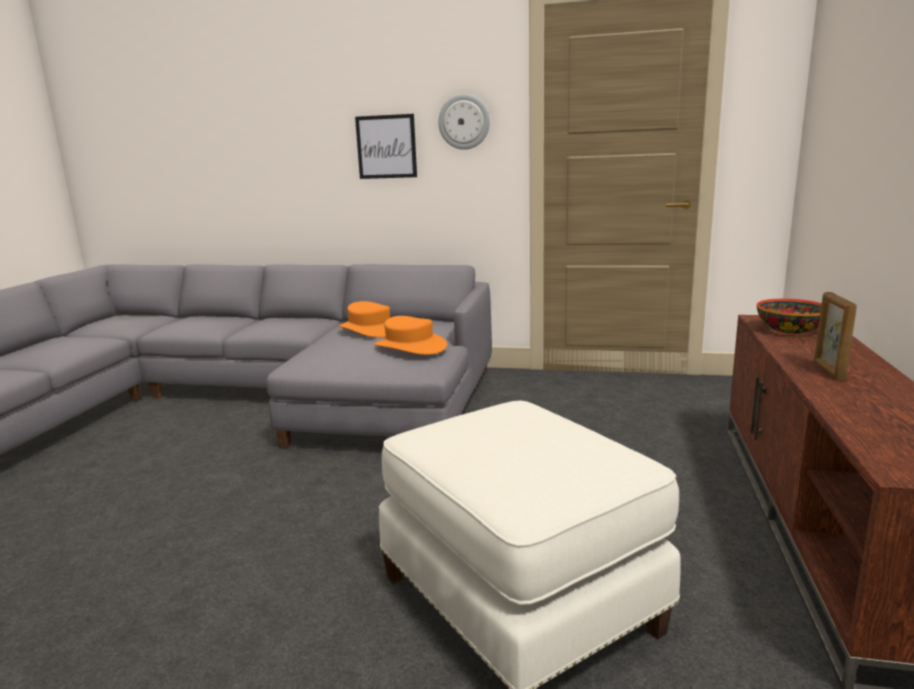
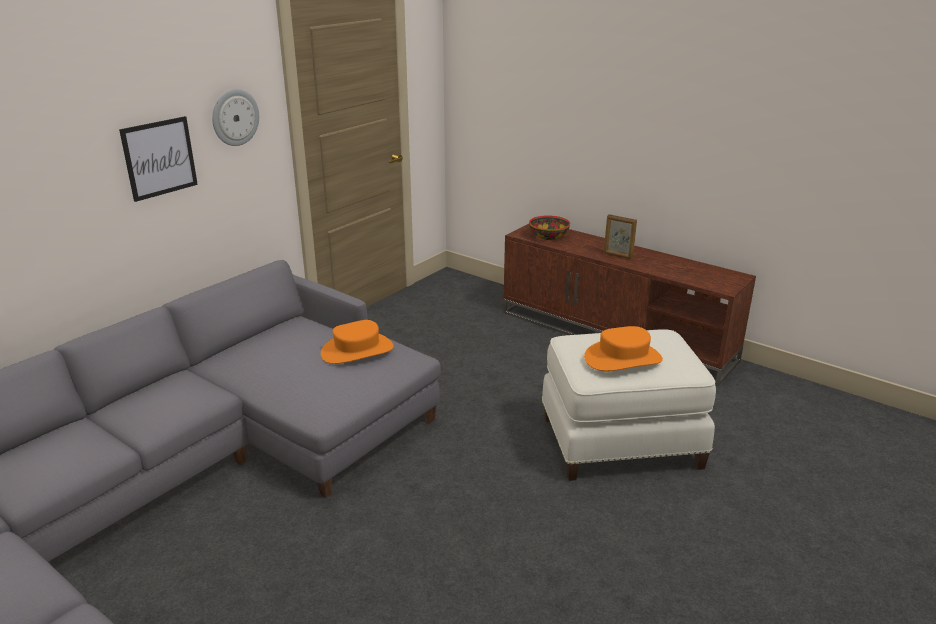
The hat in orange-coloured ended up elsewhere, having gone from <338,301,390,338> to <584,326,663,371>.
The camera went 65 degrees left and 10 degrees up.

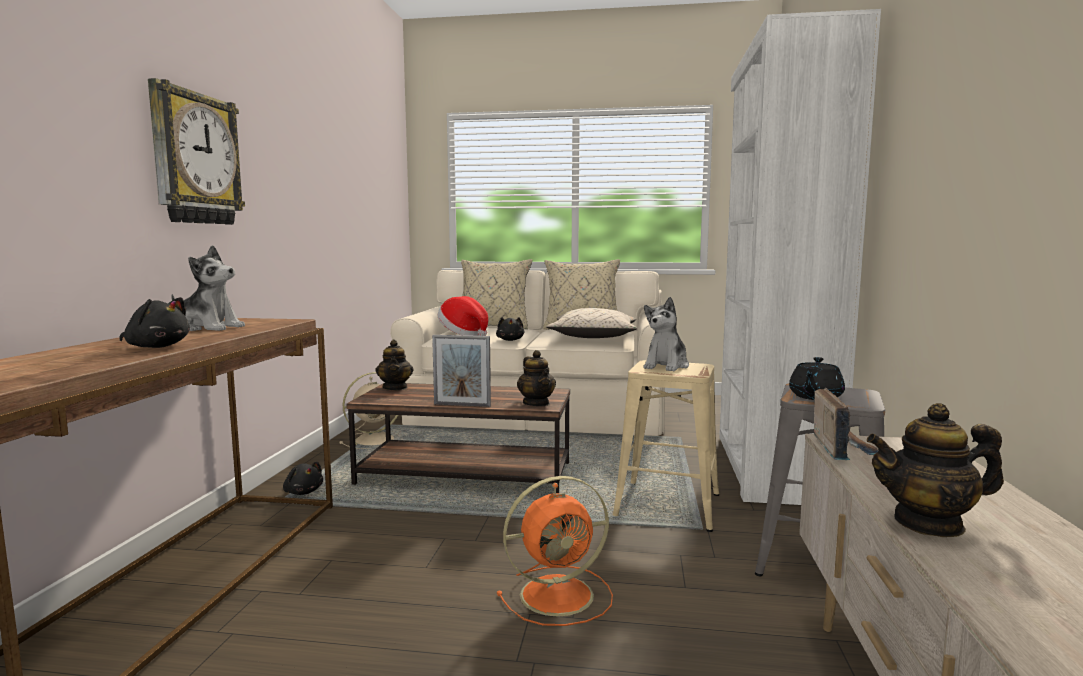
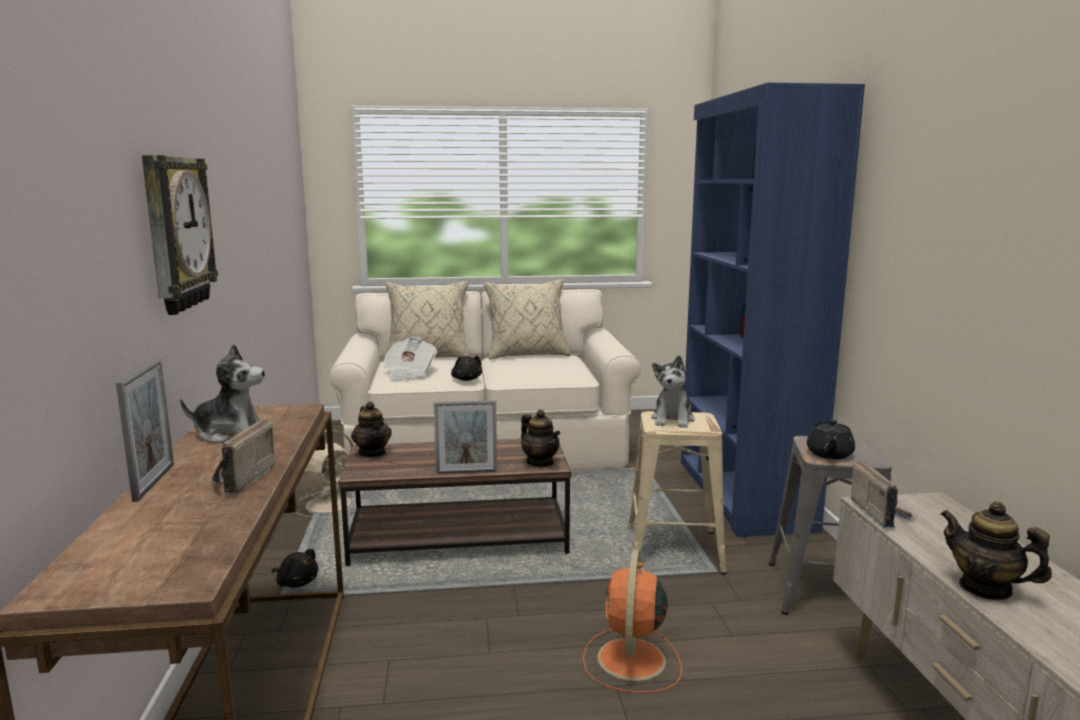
The second view gained the picture frame at <116,359,174,502>.
Where the plush toy in black-coloured stood at <120,297,190,348>, the radio set came to stand at <212,419,276,496>.
Where the hat stood at <438,296,488,336>, the daily paper came to stand at <383,337,437,381>.
The electric fan in orange-coloured at <497,476,613,626> ended up facing another way, 135 degrees clockwise from before.
What was the bookcase in whitish at <719,9,881,505> turned into the bookcase in blue at <681,83,865,537>.
The pot for tea at <867,403,1004,537> ended up facing another way, 60 degrees clockwise from before.
The second view lost the cushion in beige-coloured at <546,308,637,338>.
The camera went 15 degrees left and 5 degrees up.

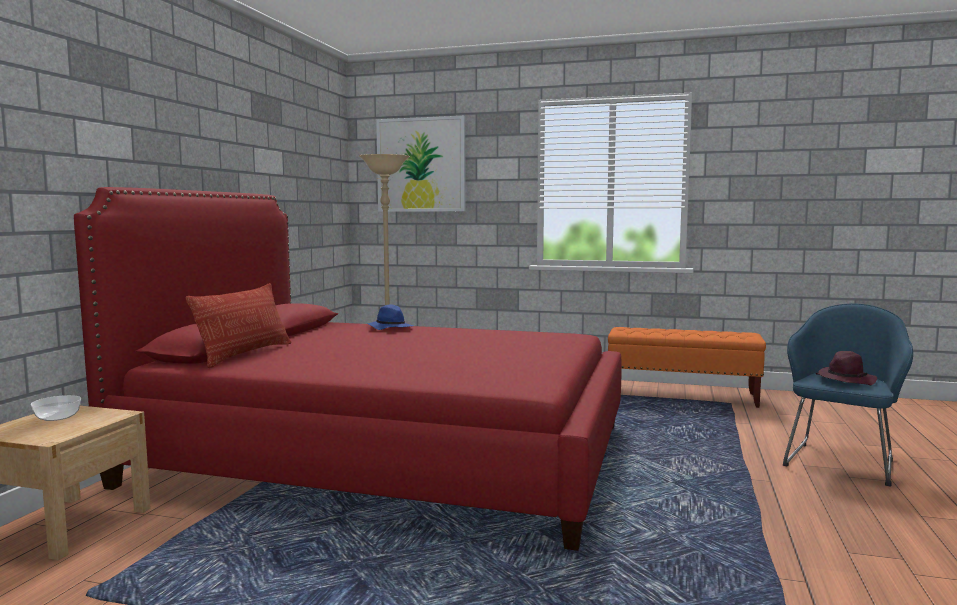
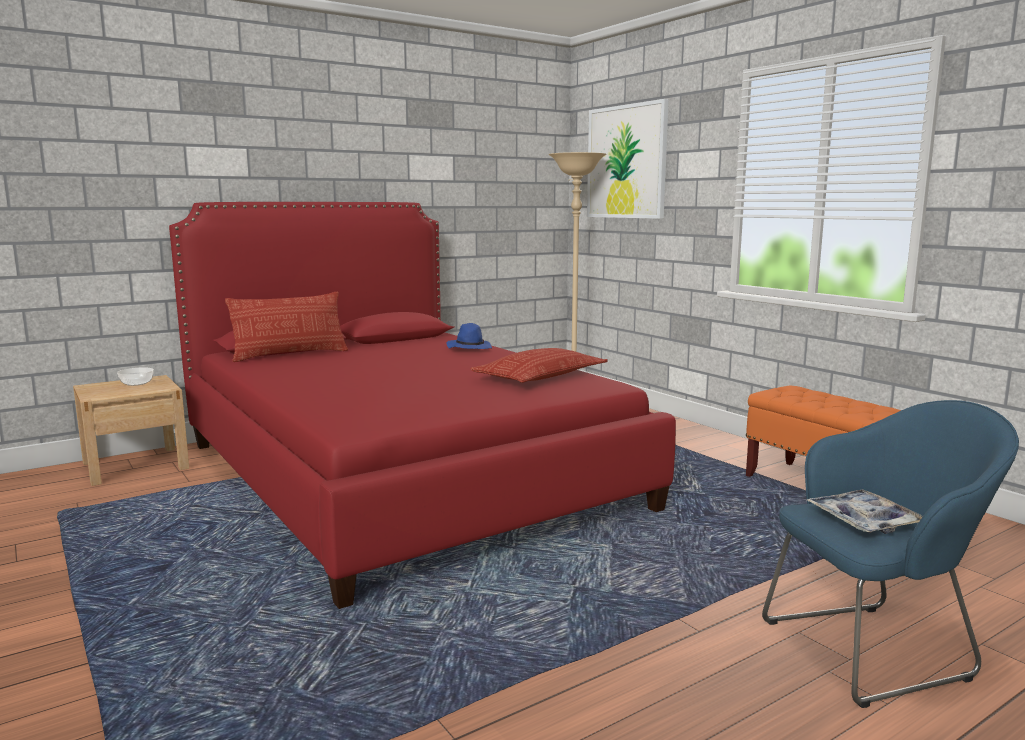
The second view gained the cushion at <470,348,608,383>.
Where the hat in purple-coloured stood at <816,351,877,385>, the tray came to stand at <807,490,923,534>.
The camera went 40 degrees right and 5 degrees up.

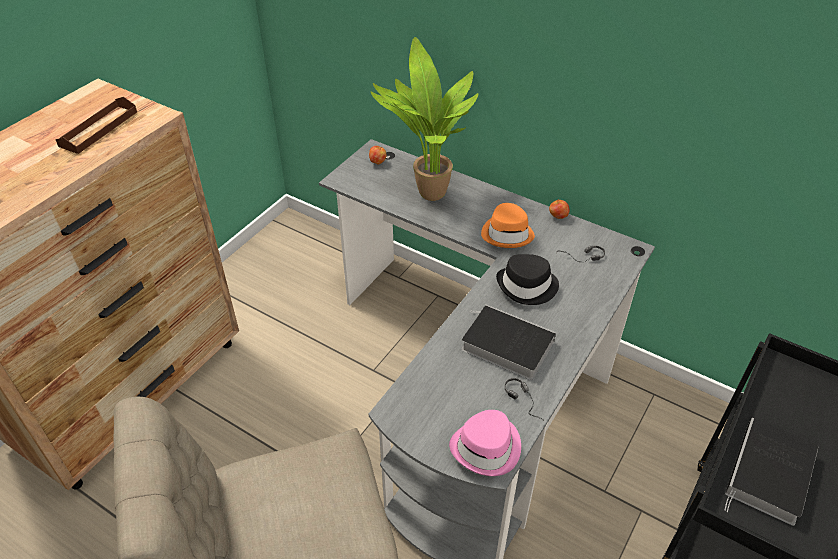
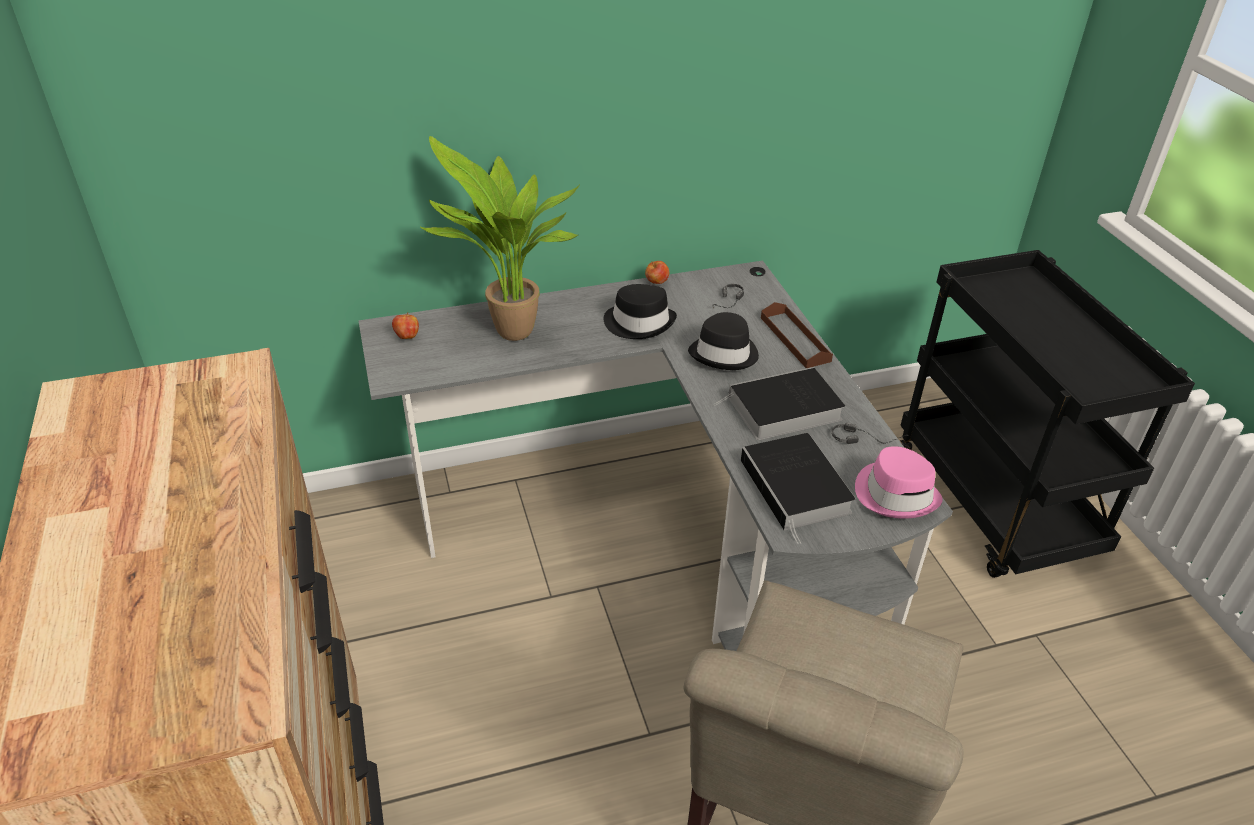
What was the hat in orange-coloured at <481,203,535,248> turned into the hat in black-coloured at <604,284,677,339>.
The volume ended up elsewhere, having gone from <724,418,818,526> to <741,433,855,544>.
The tray in brown ended up elsewhere, having gone from <55,97,137,154> to <761,302,833,368>.
The camera went 50 degrees left and 5 degrees down.

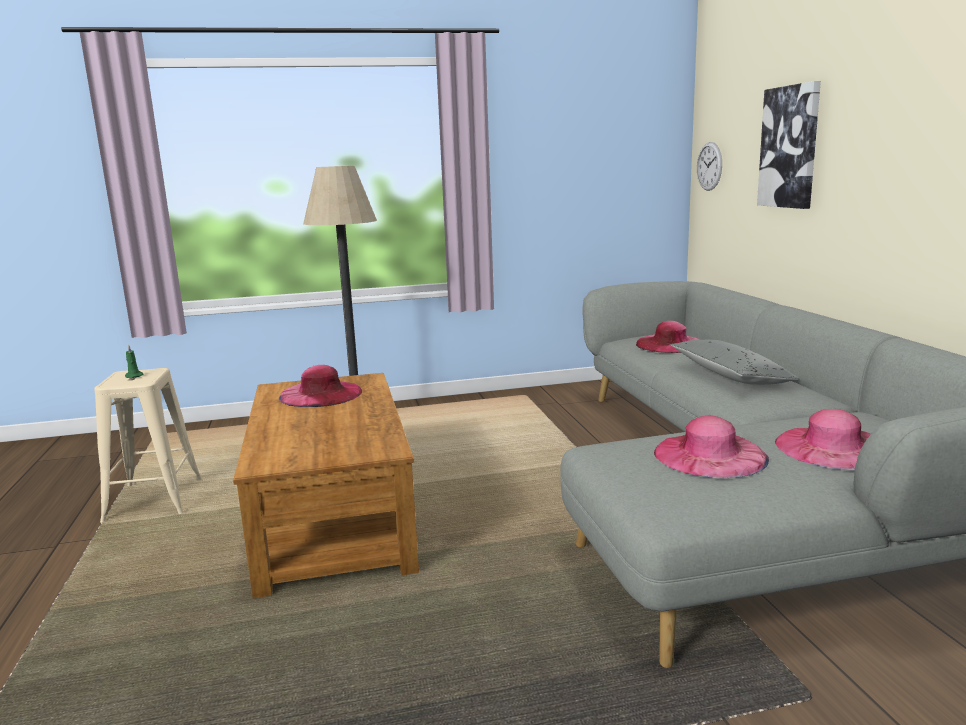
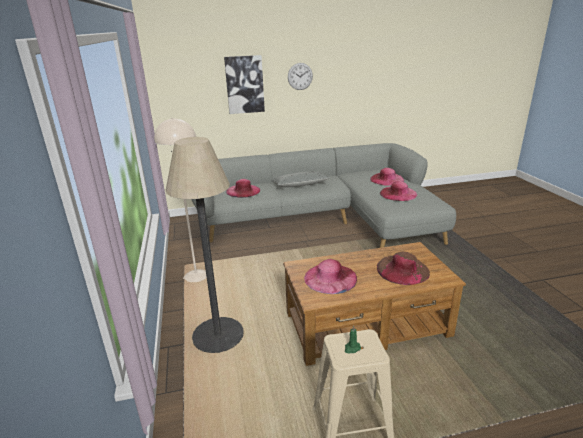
The second view gained the standard lamp in beige-coloured at <154,118,207,282>.
The hanging clock ended up elsewhere, having gone from <697,142,722,191> to <288,63,313,90>.
The second view gained the hat in brown at <377,252,430,285>.
The camera went 90 degrees left and 10 degrees up.

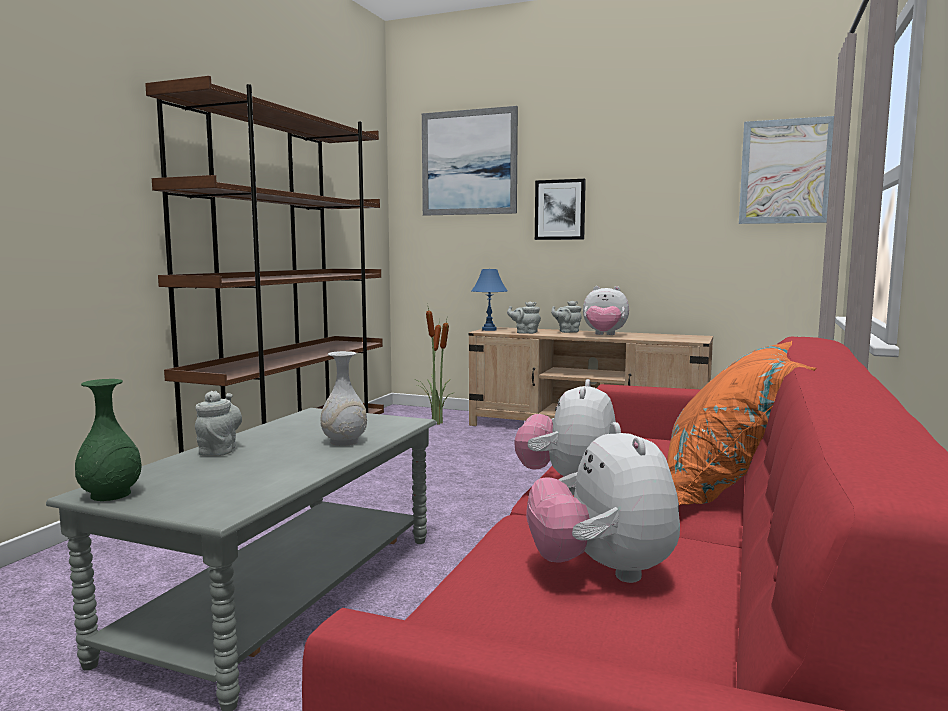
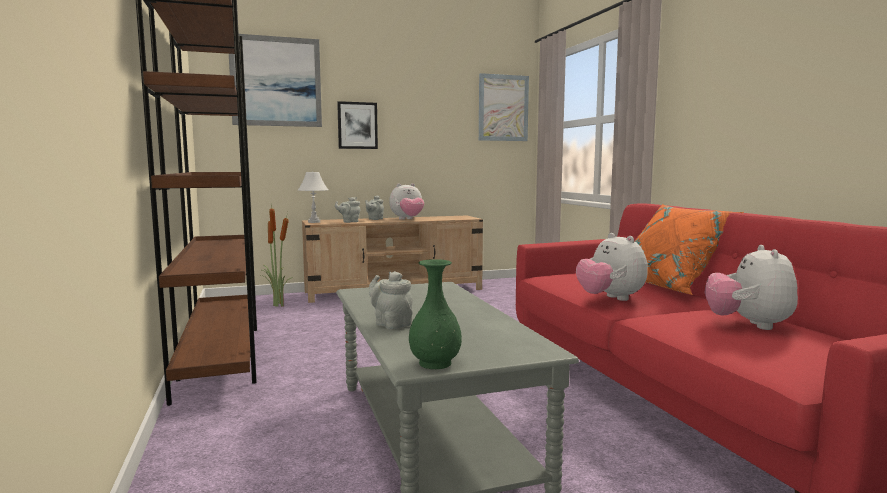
What was the lamp for a table in blue at <471,269,508,331> turned into the lamp for a table in whitish at <298,172,328,223>.
The plush toy at <526,422,680,583> ended up facing another way, 60 degrees clockwise from before.
The second view lost the decorative vase in whitish at <321,351,367,446>.
The camera went 40 degrees left and 0 degrees up.

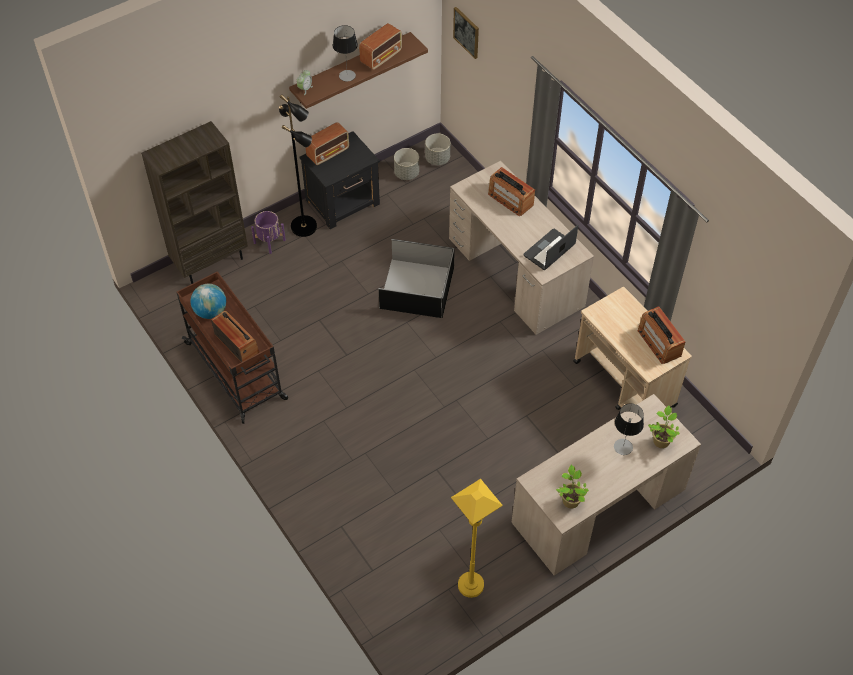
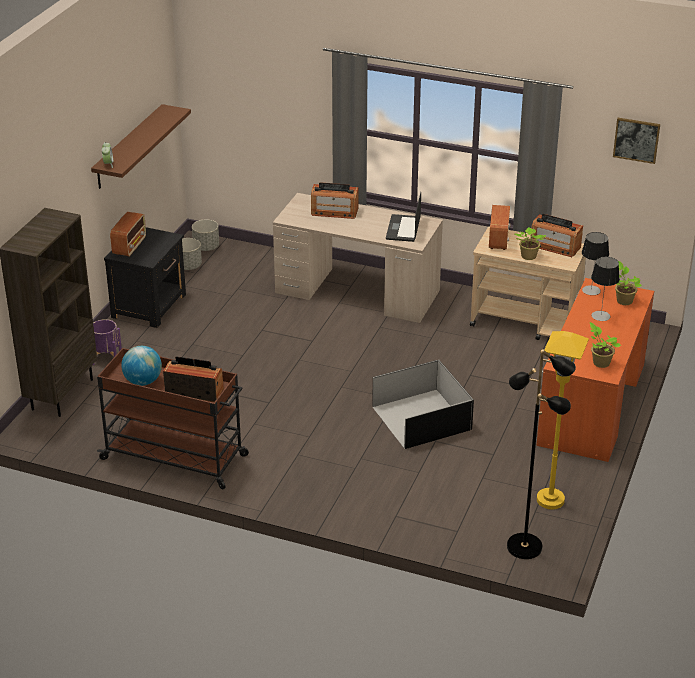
The storage box in black-coloured ended up elsewhere, having gone from <378,239,455,318> to <372,360,474,449>.
The radio set ended up elsewhere, having gone from <359,23,402,70> to <489,205,511,250>.
The standard lamp in black-coloured ended up elsewhere, having gone from <279,94,317,237> to <507,349,576,559>.
The second view gained the plant in a pot at <515,227,546,260>.
What was the desk table in beige-coloured at <511,394,701,576> turned into the desk table in orange-coloured at <536,278,654,462>.
The lamp for a table ended up elsewhere, having gone from <333,25,358,82> to <582,232,609,295>.
The wall picture ended up elsewhere, having gone from <453,7,479,59> to <613,118,660,164>.
The camera went 35 degrees left and 20 degrees down.

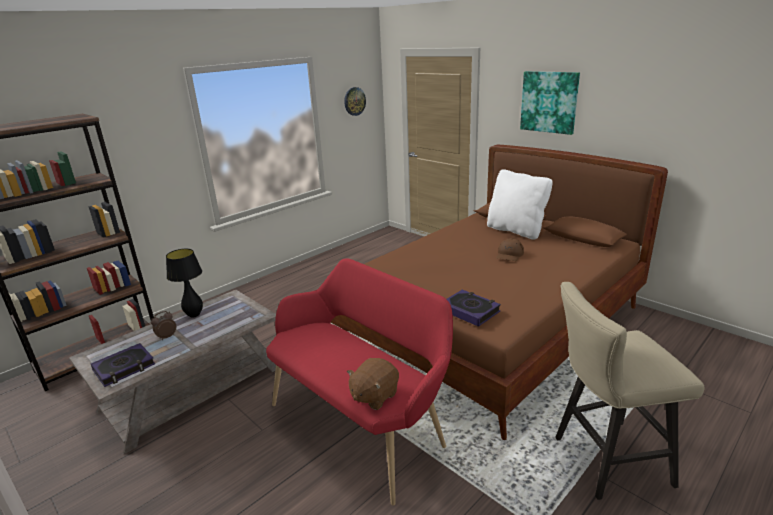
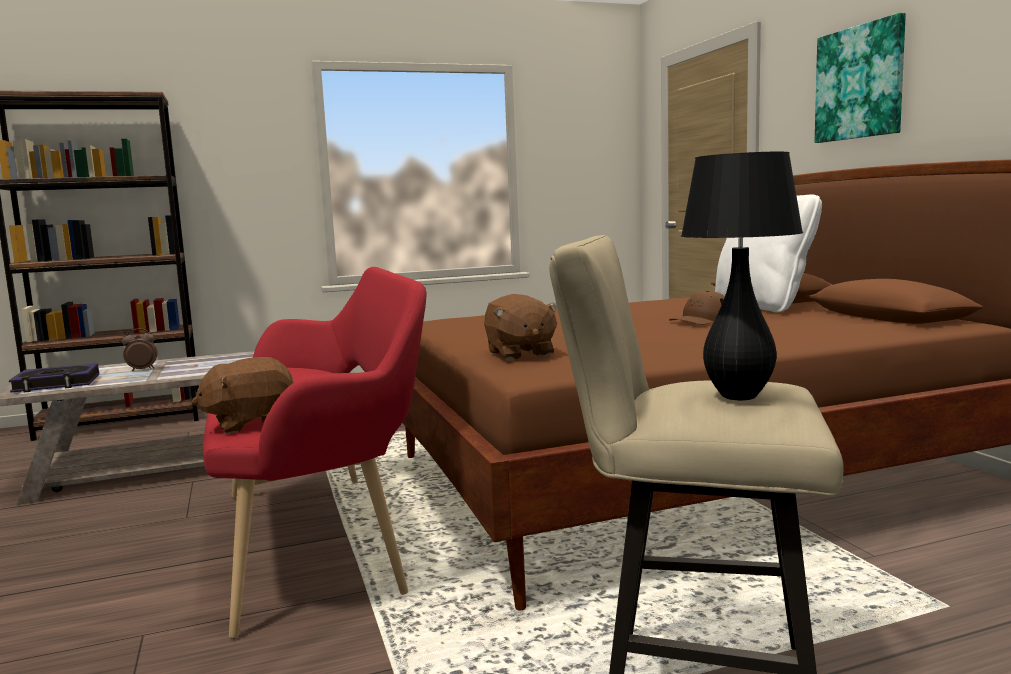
Where the volume stood at <447,290,501,327>, the plush toy in brown came to stand at <484,294,557,360>.
The lamp for a table in black-coloured ended up elsewhere, having gone from <166,249,203,318> to <681,152,803,400>.
The second view lost the hanging clock at <344,87,366,116>.
The camera went 25 degrees right and 15 degrees down.

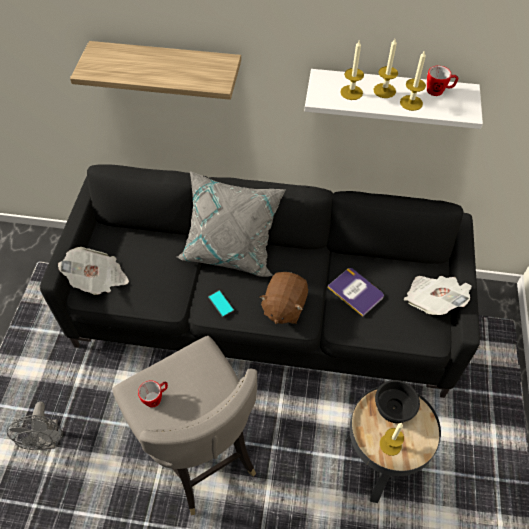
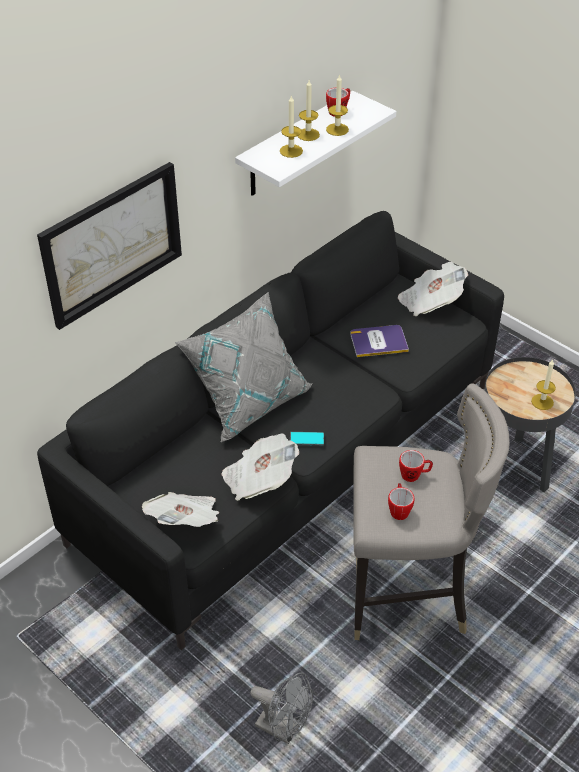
Where the bracket shelf hung at <70,41,241,100>, the wall picture came to hang at <37,162,182,330>.
The second view gained the daily paper at <221,433,299,501>.
The second view gained the tea mug at <399,450,433,482>.
The second view lost the plush toy in brown at <259,272,308,324>.
The second view lost the deep dish in black-coloured at <375,380,420,423>.
The camera went 55 degrees left and 10 degrees down.

